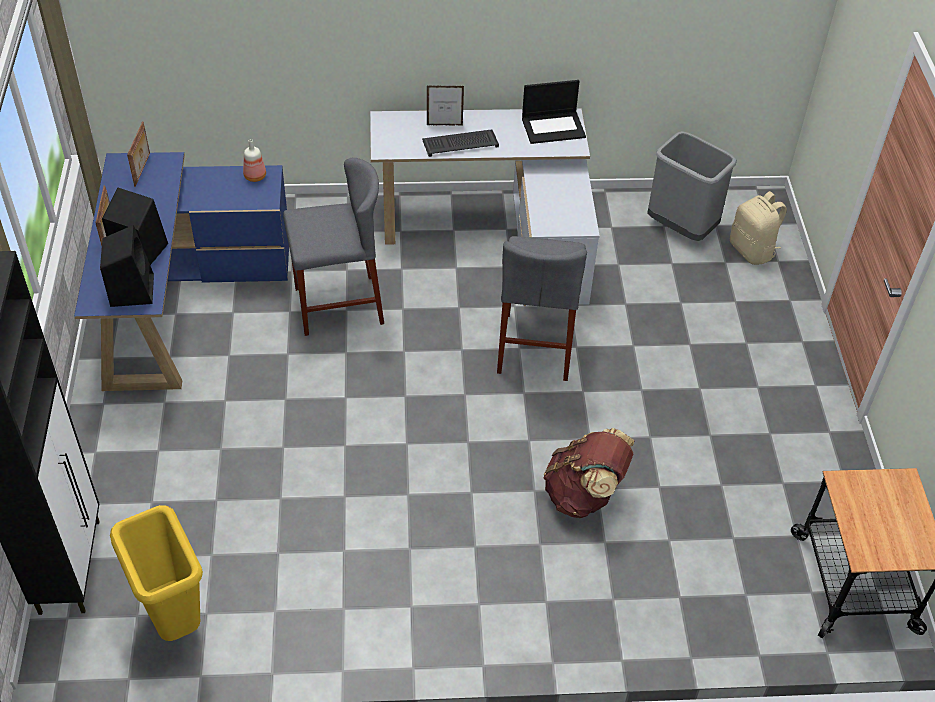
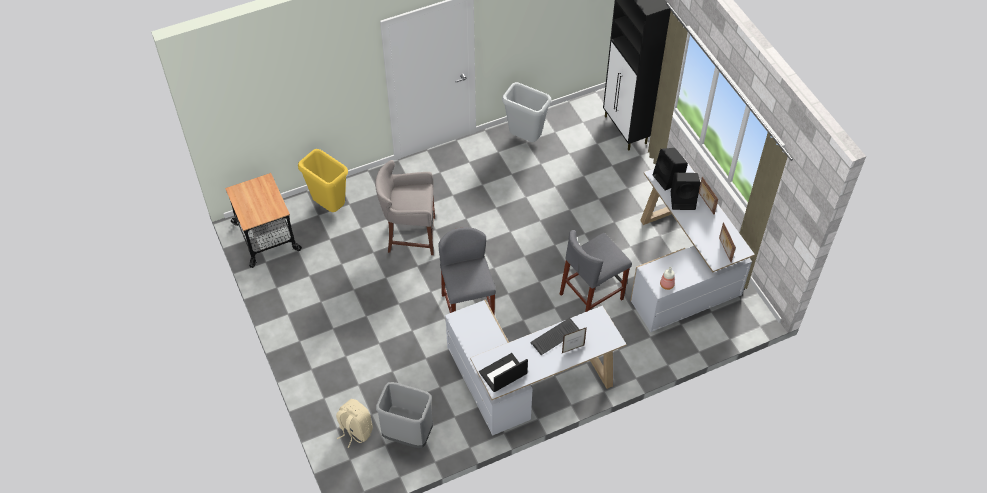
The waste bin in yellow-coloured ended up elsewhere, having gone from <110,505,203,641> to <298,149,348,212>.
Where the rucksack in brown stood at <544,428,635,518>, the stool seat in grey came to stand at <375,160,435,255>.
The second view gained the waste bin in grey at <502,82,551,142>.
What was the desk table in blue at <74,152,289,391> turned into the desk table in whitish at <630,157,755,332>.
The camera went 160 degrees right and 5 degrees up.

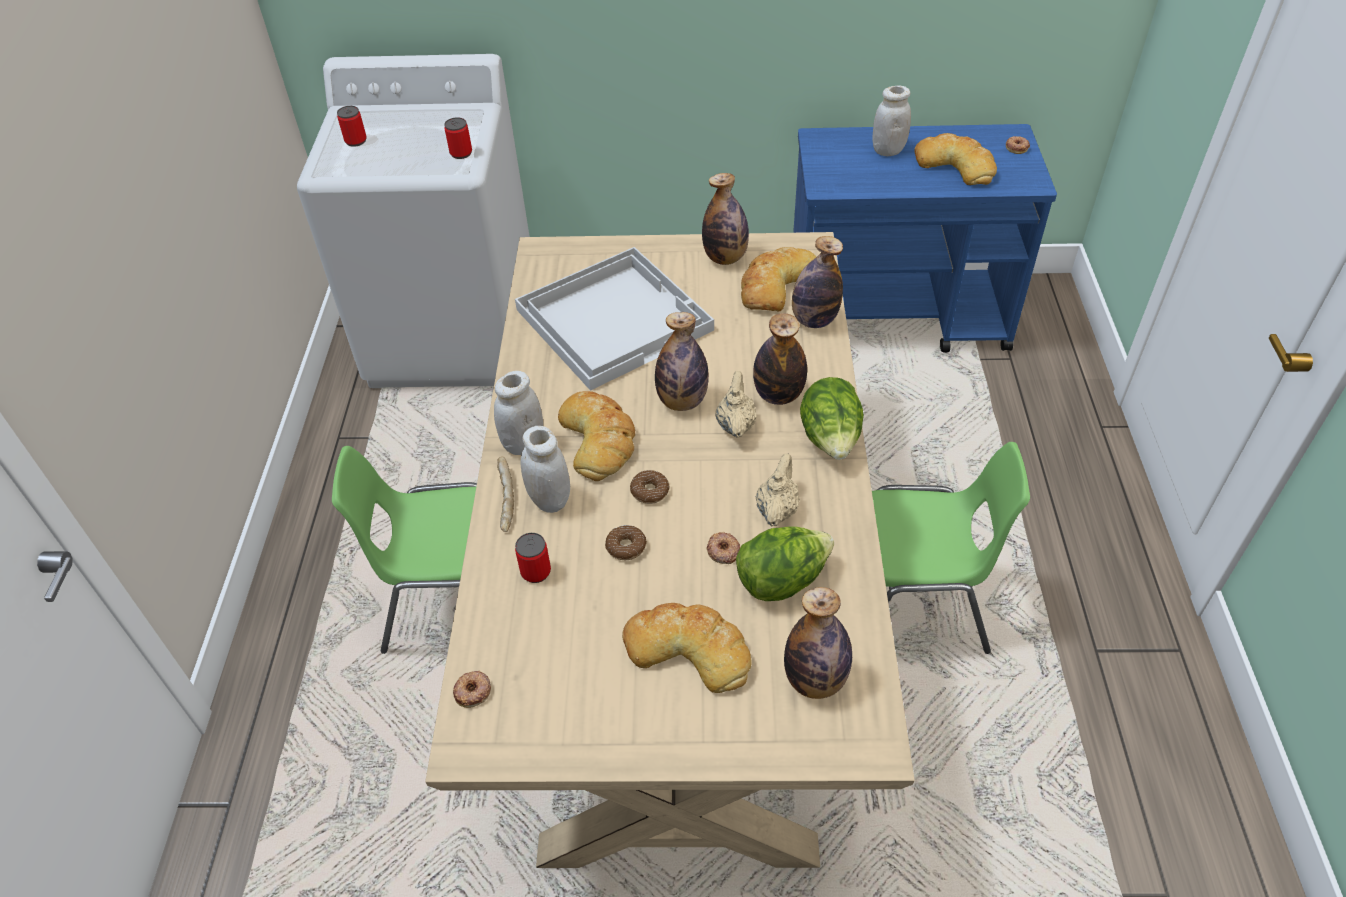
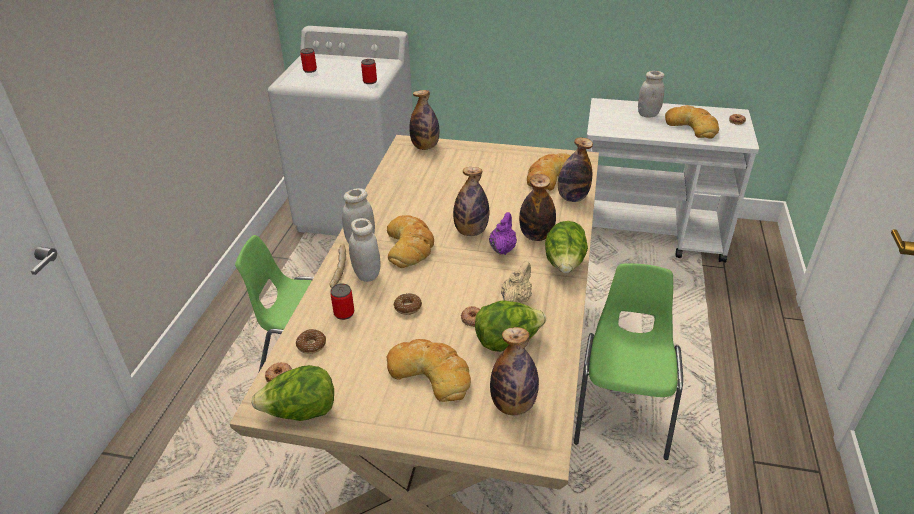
The second view gained the lettuce at <251,365,334,421>.
The donut ended up elsewhere, having gone from <630,470,670,504> to <296,329,326,354>.
The bottle ended up elsewhere, having gone from <702,173,749,265> to <409,90,439,150>.
What was the pot for tea in beige-coloured at <716,371,757,438> turned into the pot for tea in purple-coloured at <489,212,517,255>.
The upright chair in green-coloured at <872,442,1030,654> ended up facing another way, 90 degrees counterclockwise from before.
What was the trolley in blue at <793,124,1057,353> turned into the trolley in whitish at <587,98,759,263>.
The second view lost the tray in whitish at <515,247,714,391>.
The camera went 10 degrees right and 10 degrees down.

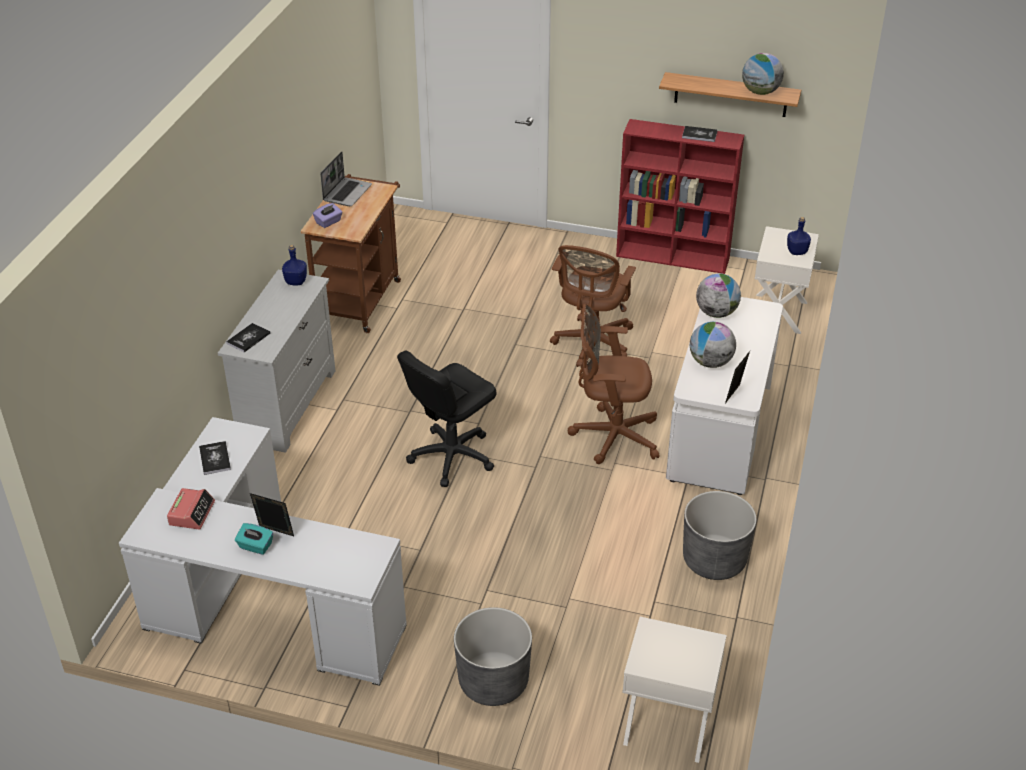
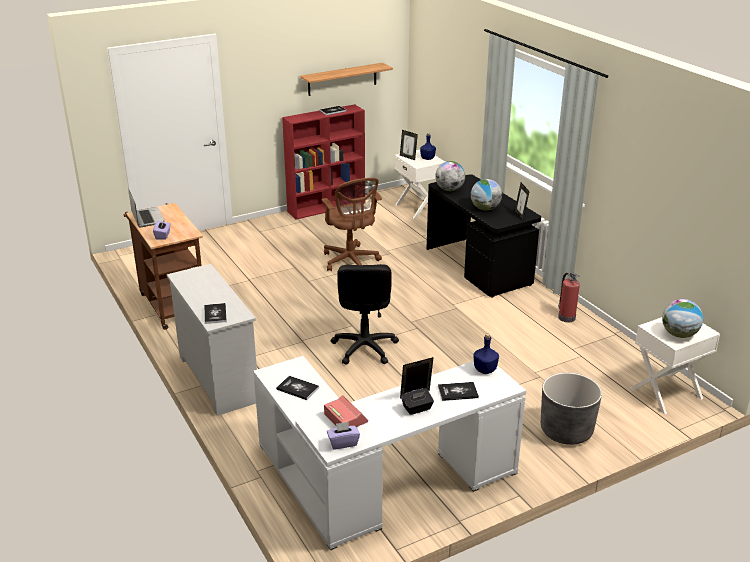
The second view gained the box of tissues in purple-coloured at <327,422,360,450>.
The second view gained the picture frame at <400,130,418,160>.
What was the box of tissues in turquoise at <235,523,273,555> turned into the box of tissues in black-coloured at <401,389,434,415>.
What was the desk table in whitish at <666,297,783,495> turned into the desk table in black-coloured at <427,174,541,298>.
The second view gained the volume at <438,382,479,401>.
The bottle in blue ended up elsewhere, having gone from <282,245,307,285> to <474,334,499,374>.
Where the planter in grey stood at <683,491,757,580>, the fire extinguisher came to stand at <558,273,580,323>.
The globe ended up elsewhere, having gone from <742,53,784,95> to <662,299,703,338>.
The second view lost the desk chair in brown at <568,304,659,464>.
The camera went 45 degrees left and 10 degrees down.

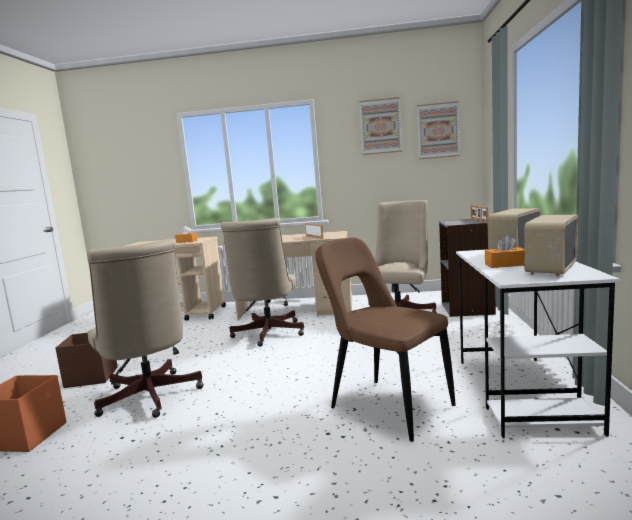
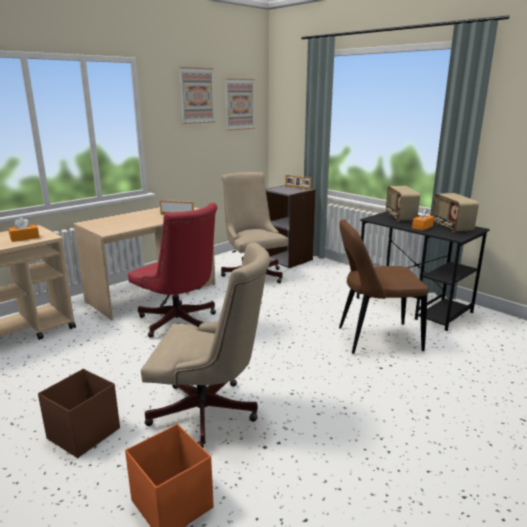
What was the desk chair in beige-coloured at <221,218,304,347> turned into the desk chair in red at <128,203,217,338>.
What was the desk table in whitish at <456,249,620,438> turned into the desk table in black-coloured at <357,212,490,331>.
The camera went 50 degrees left and 10 degrees up.

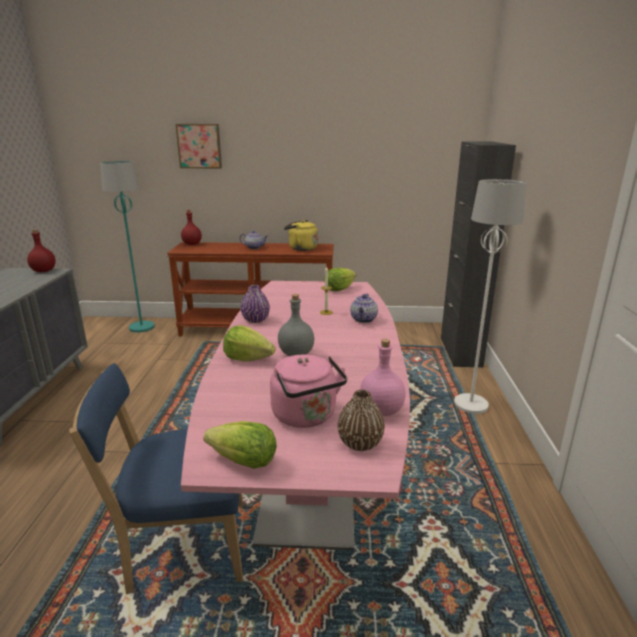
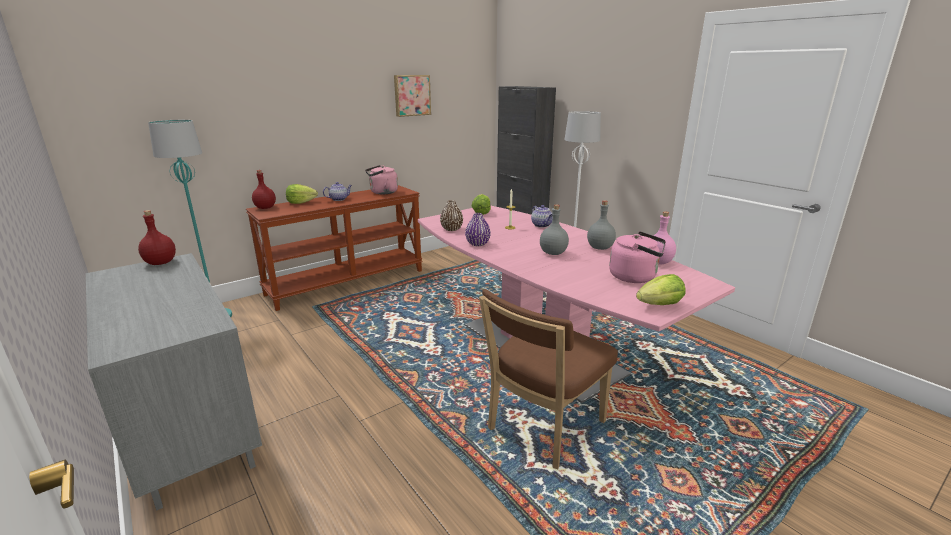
The lettuce ended up elsewhere, having gone from <223,325,276,361> to <286,184,318,204>.
What was the kettle in yellow-coloured at <284,220,318,251> turned into the kettle in pinkish at <365,165,398,194>.
The wall picture ended up elsewhere, having gone from <175,124,222,168> to <394,75,431,117>.
The decorative vase in brown ended up elsewhere, having gone from <338,390,385,451> to <440,200,463,231>.
What was the upright chair in blue at <69,363,243,594> turned into the upright chair in brown at <479,289,618,469>.
The second view gained the bottle in grey at <587,200,616,250>.
The camera went 40 degrees left and 0 degrees up.

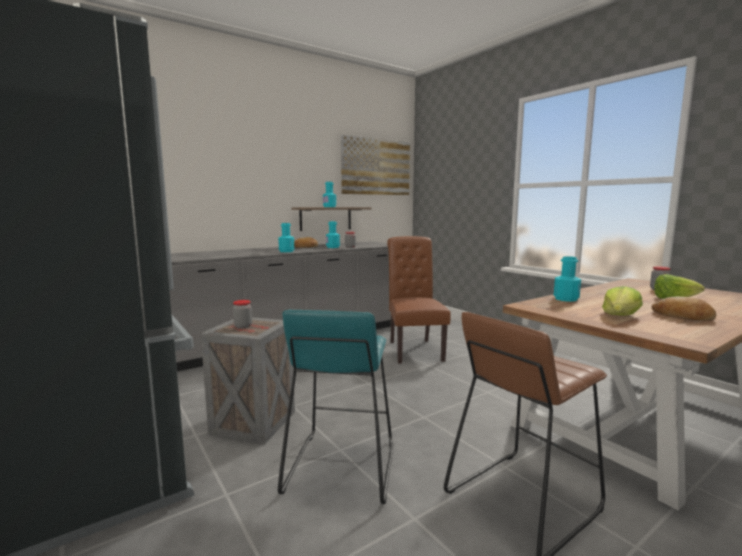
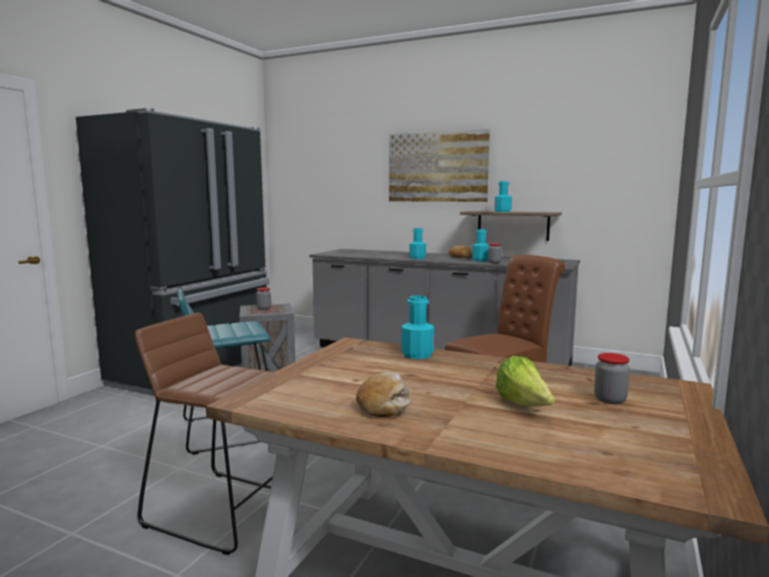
The wall picture ended up elsewhere, having gone from <341,135,410,195> to <389,129,490,202>.
The second view lost the lettuce at <602,286,643,315>.
The camera went 60 degrees right and 0 degrees up.

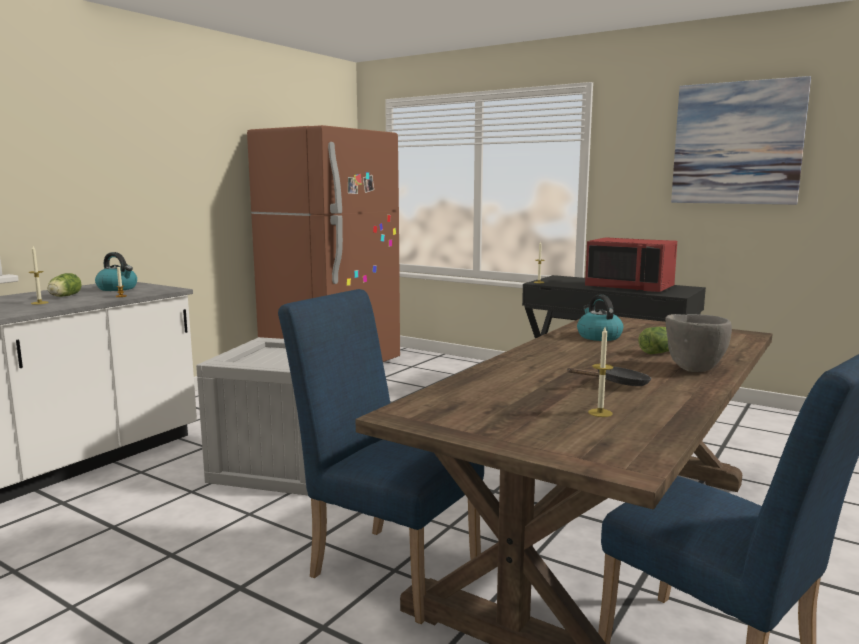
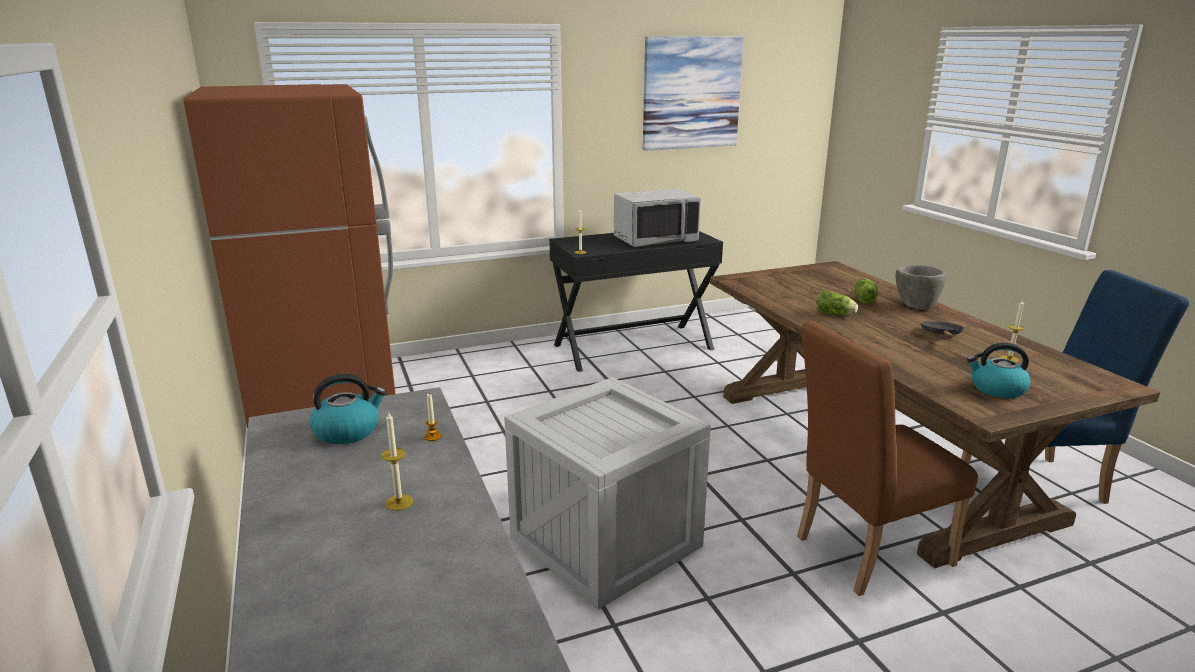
What was the kitchen microwave in red at <585,237,677,292> turned into the kitchen microwave in grey at <614,189,701,247>.
What was the upright chair in blue at <278,289,484,624> turned into the upright chair in brown at <797,321,978,596>.
The lettuce ended up elsewhere, having gone from <47,273,82,297> to <817,291,858,315>.
The kettle ended up elsewhere, having gone from <577,295,623,341> to <967,343,1031,398>.
The camera went 55 degrees left and 10 degrees up.

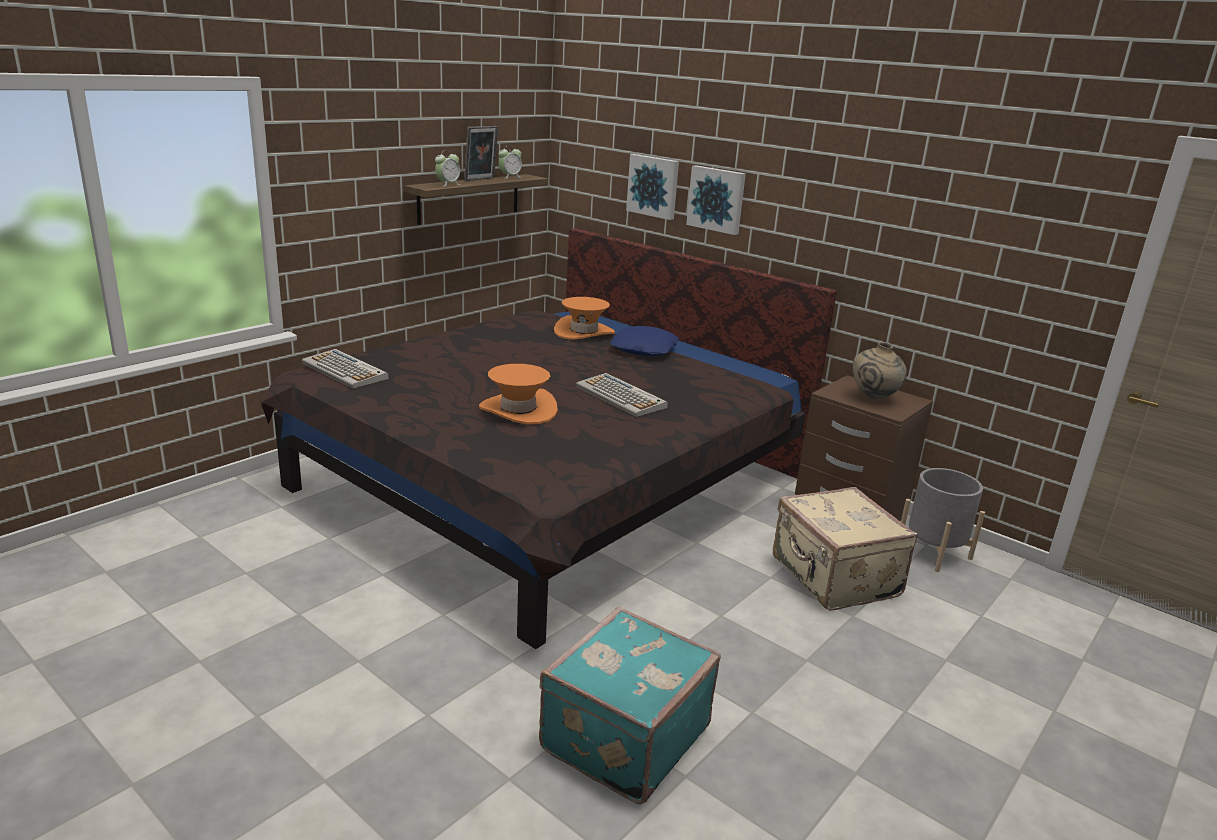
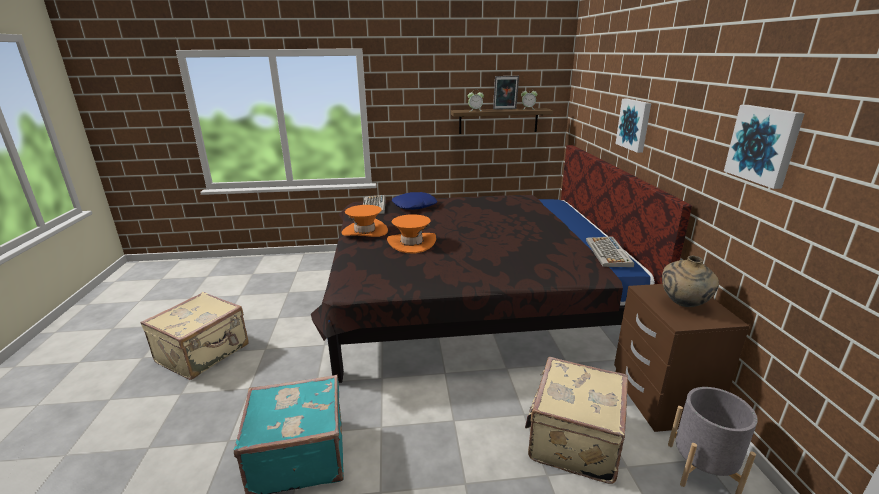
The second view gained the travel case in beige-coloured at <140,292,249,380>.
The hat in orange-coloured ended up elsewhere, having gone from <554,297,615,340> to <341,205,388,237>.
The cushion in blue ended up elsewhere, having gone from <610,326,679,356> to <392,192,437,210>.
The keyboard ended up elsewhere, having gone from <576,373,668,417> to <586,236,634,267>.
The wall picture ended up elsewhere, having gone from <626,154,679,220> to <724,105,805,189>.
The camera went 45 degrees right and 0 degrees up.

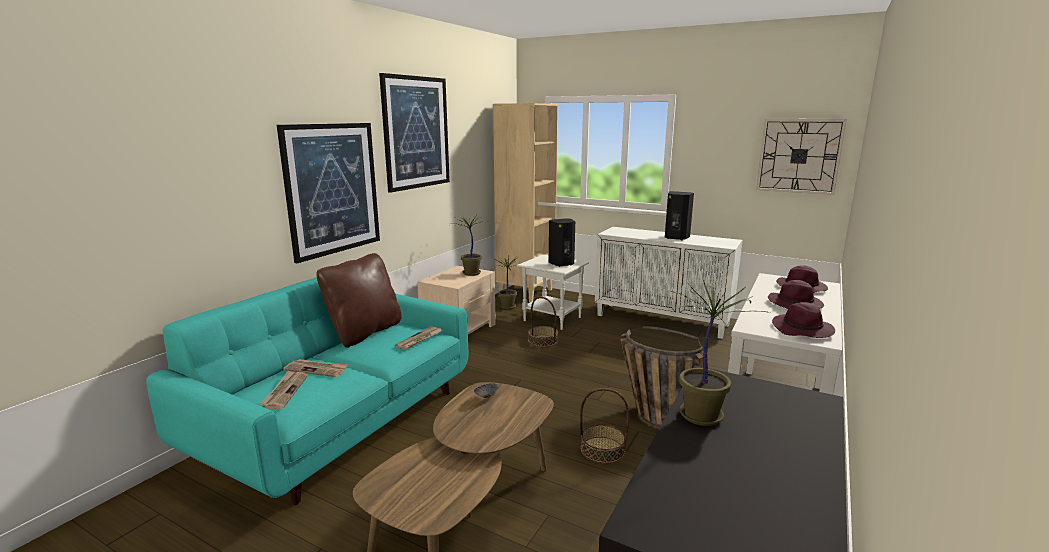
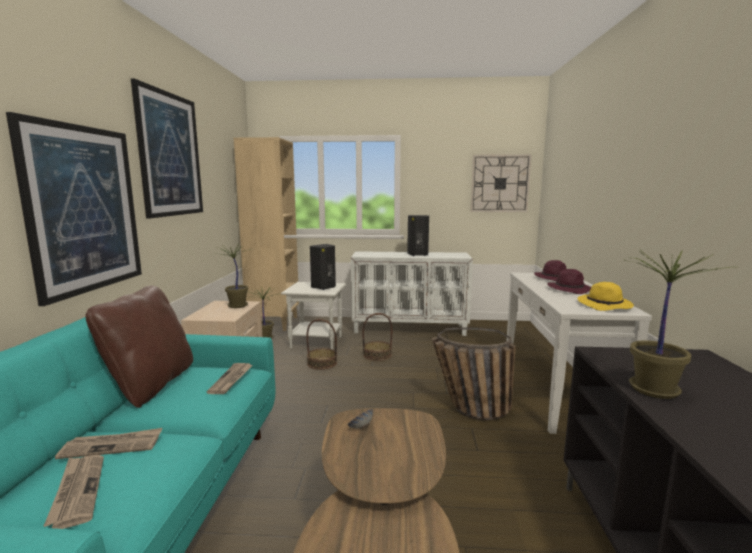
The storage basket ended up elsewhere, having gone from <580,388,629,463> to <362,313,392,361>.
What was the hat in purple-coloured at <772,302,835,338> turned into the hat in yellow-coloured at <577,282,634,311>.
The camera went 25 degrees left and 5 degrees down.

